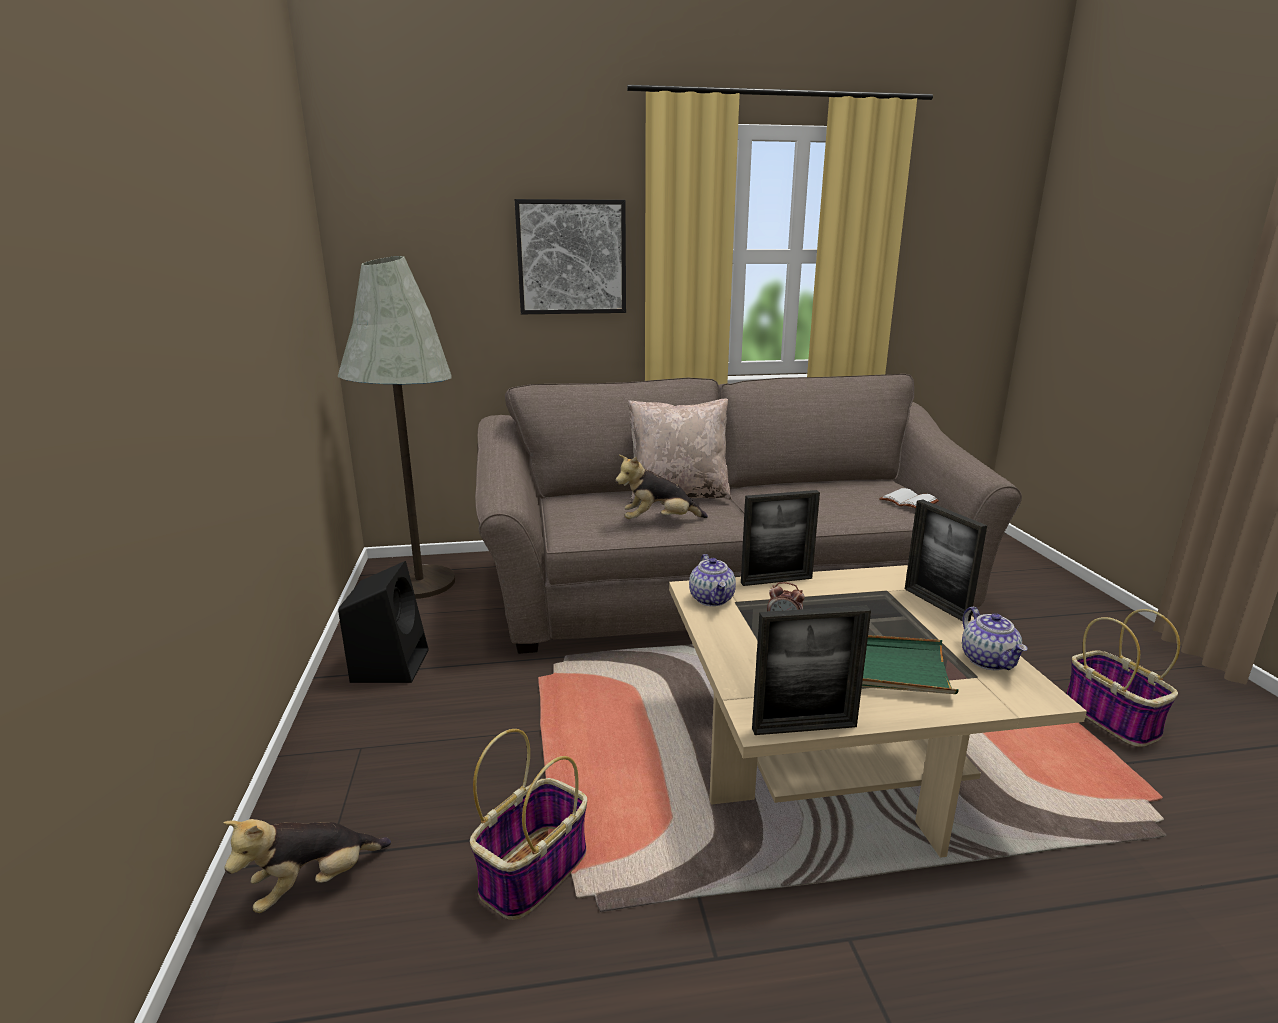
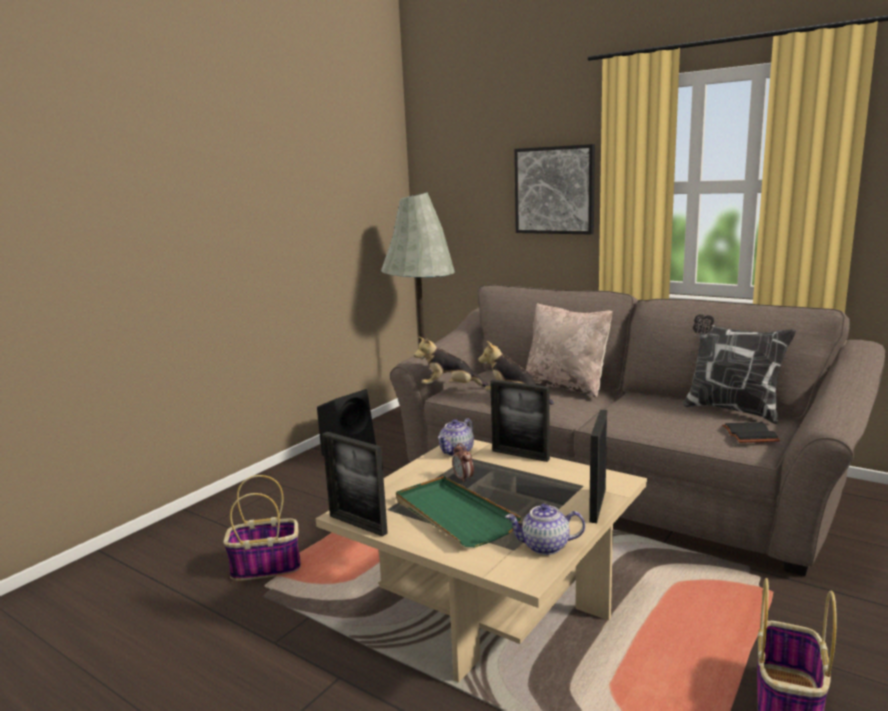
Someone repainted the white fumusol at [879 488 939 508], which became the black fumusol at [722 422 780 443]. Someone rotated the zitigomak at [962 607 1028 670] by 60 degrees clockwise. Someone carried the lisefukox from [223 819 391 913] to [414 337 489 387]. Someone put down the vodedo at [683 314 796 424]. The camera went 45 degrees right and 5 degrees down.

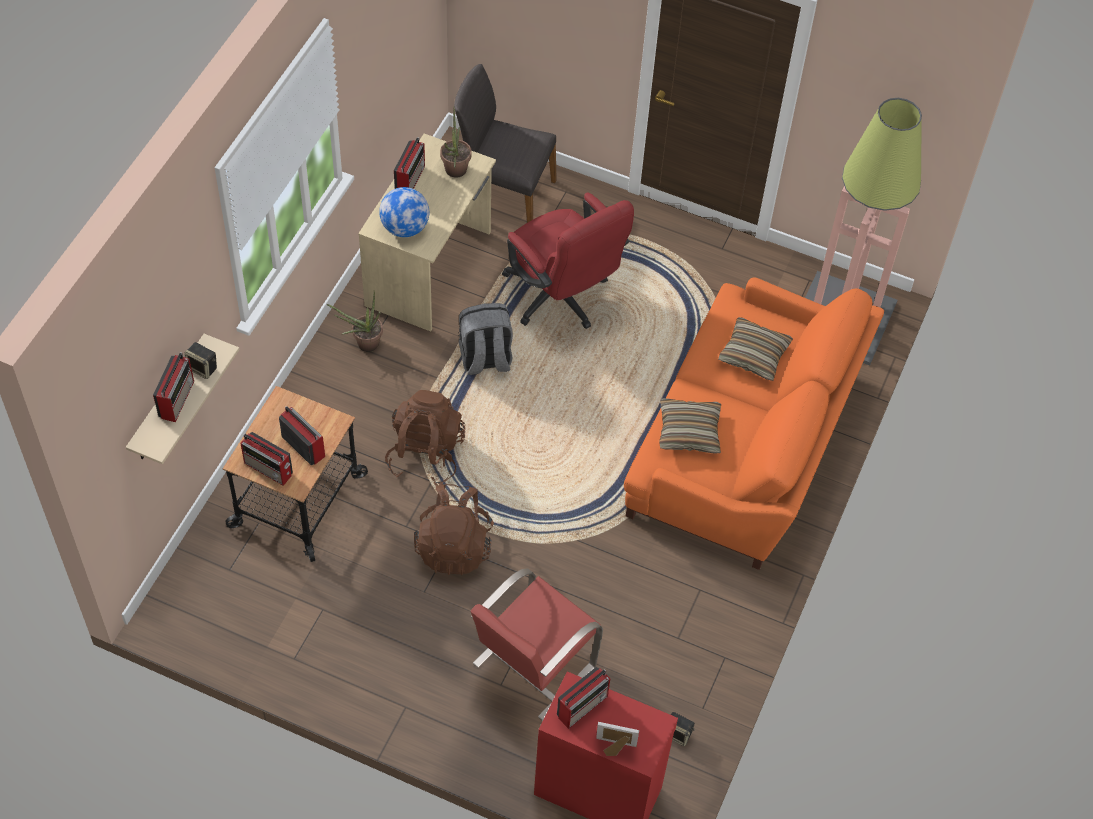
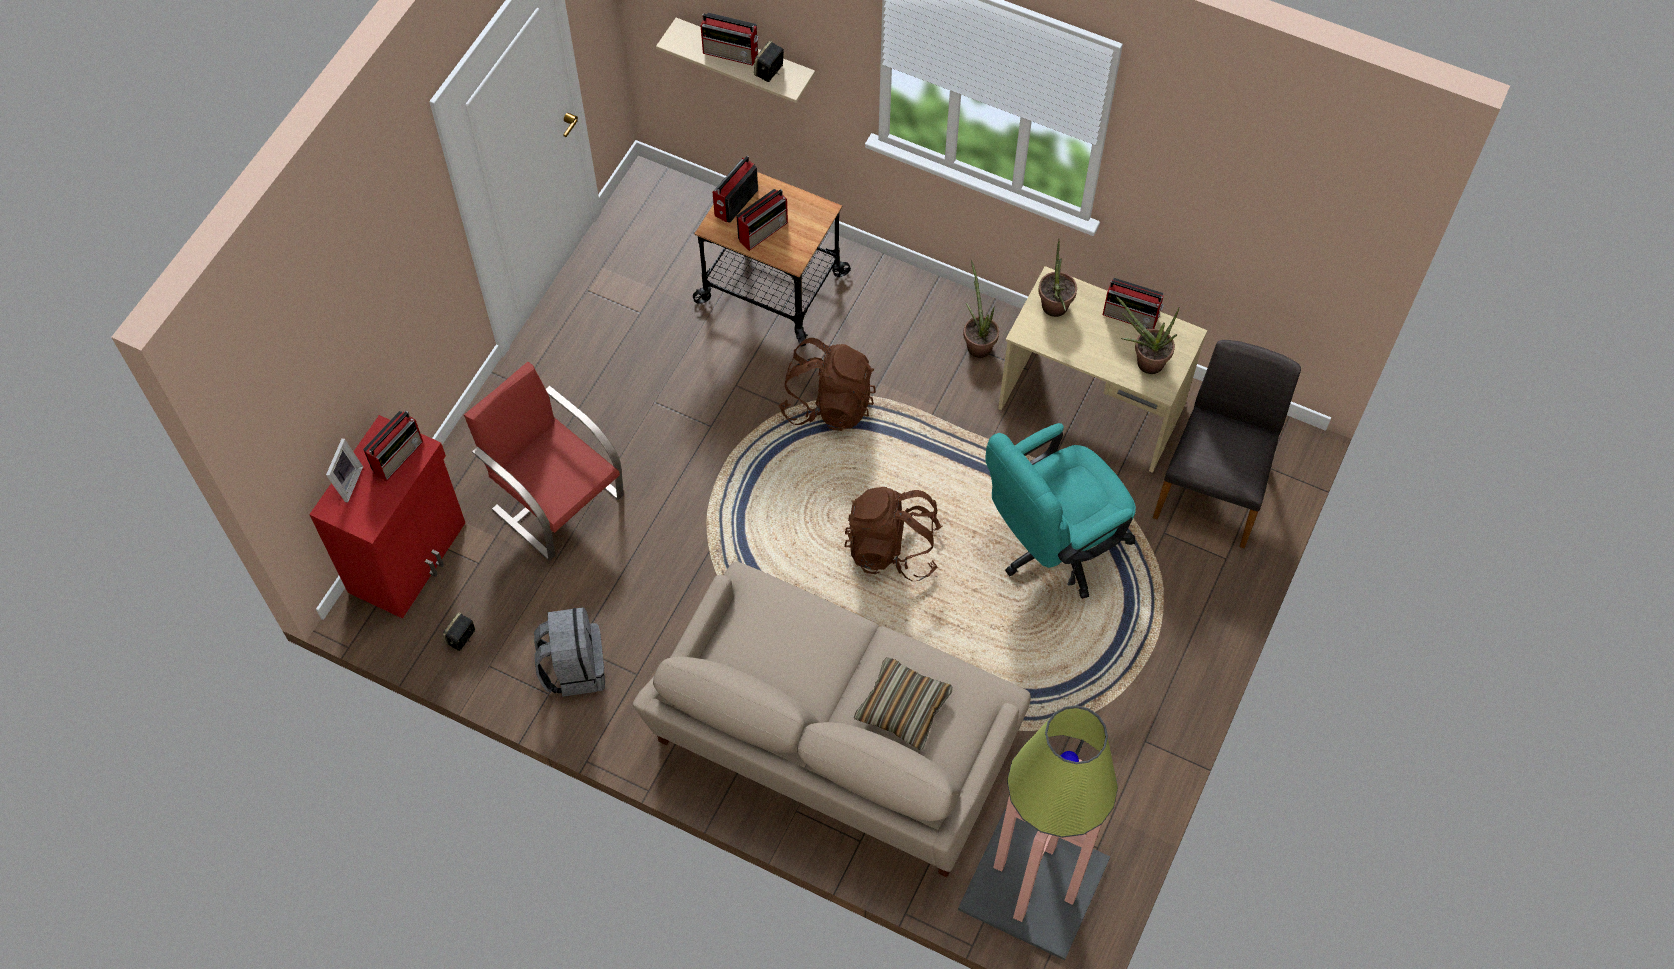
Someone swapped the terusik at [379 187 429 237] for the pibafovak at [1038 238 1077 317]. Someone repainted the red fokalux at [502 193 634 329], which became the turquoise fokalux at [985 423 1136 599]. Someone repainted the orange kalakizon at [624 277 884 570], which became the beige kalakizon at [633 561 1031 877]. Someone carried the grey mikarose from [458 303 513 375] to [534 608 605 697]. Someone took away the vodedo at [659 398 721 454]. Someone carried the brown mikarose from [414 482 494 575] to [844 487 943 581]. Someone rotated the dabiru at [557 667 610 729] by 105 degrees counterclockwise. The camera went 95 degrees right and 5 degrees up.

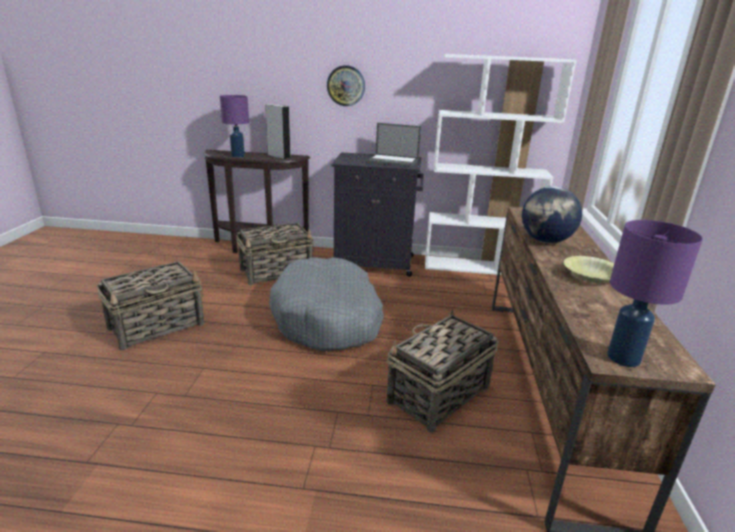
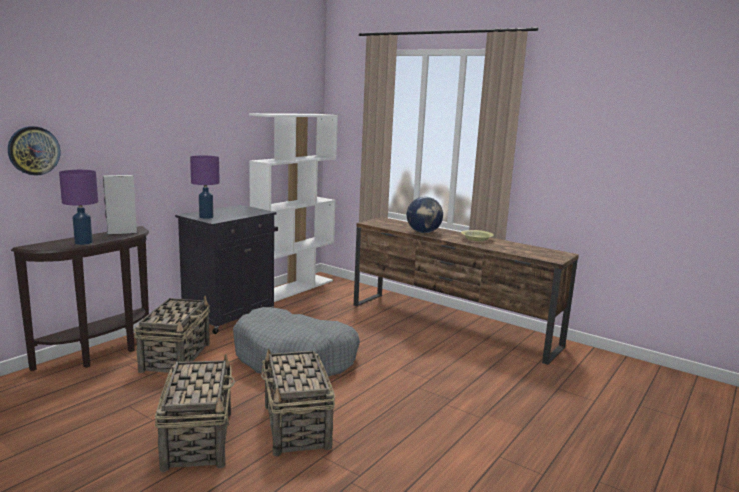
Someone carried the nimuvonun from [327 65 365 106] to [8 126 61 176]. Someone took away the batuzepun at [366 123 421 167]. Someone carried the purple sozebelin from [607 220 703 367] to [190 156 220 219]. Someone carried the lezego from [387 309 499 433] to [261 349 335 456]. The camera went 60 degrees left and 10 degrees down.

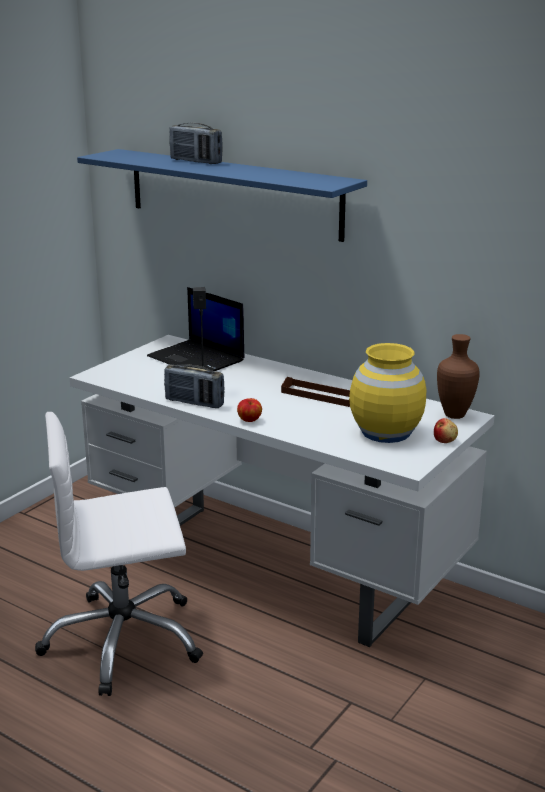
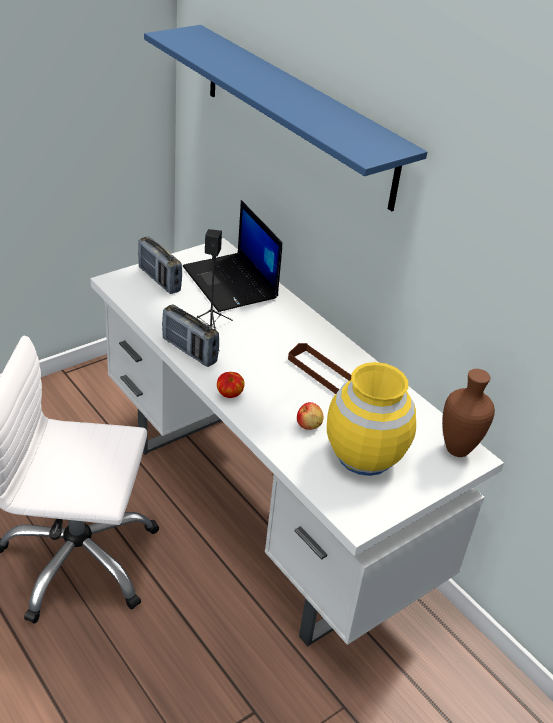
Someone carried the dabiru from [169 123 223 164] to [138 236 182 294]. Someone carried the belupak from [434 418 458 443] to [297 402 323 430]. The camera went 15 degrees right and 15 degrees up.

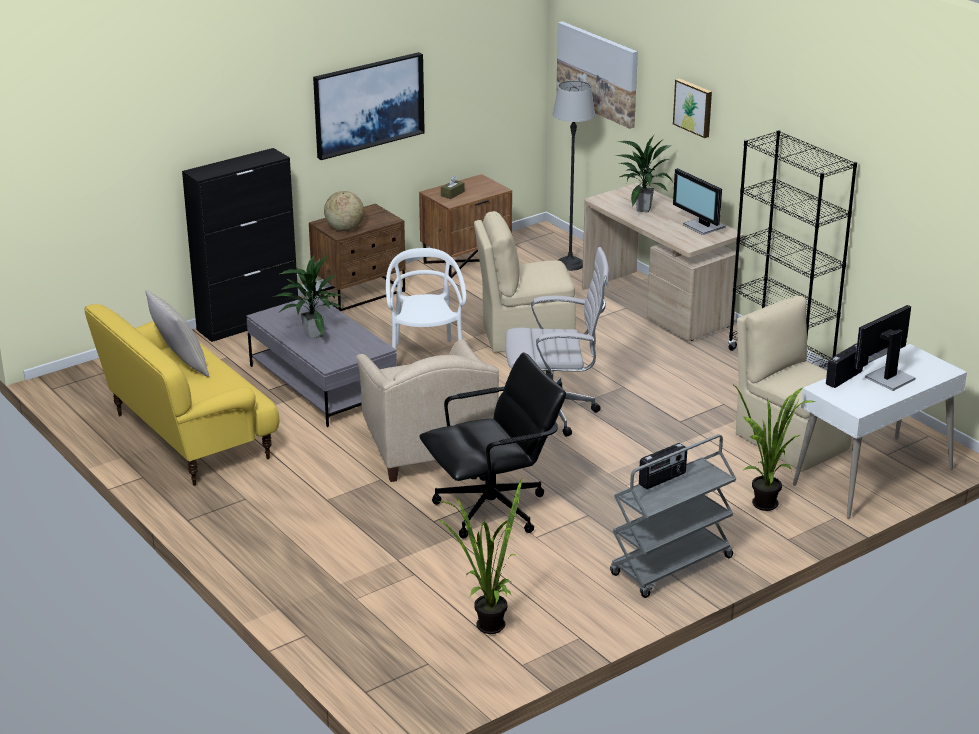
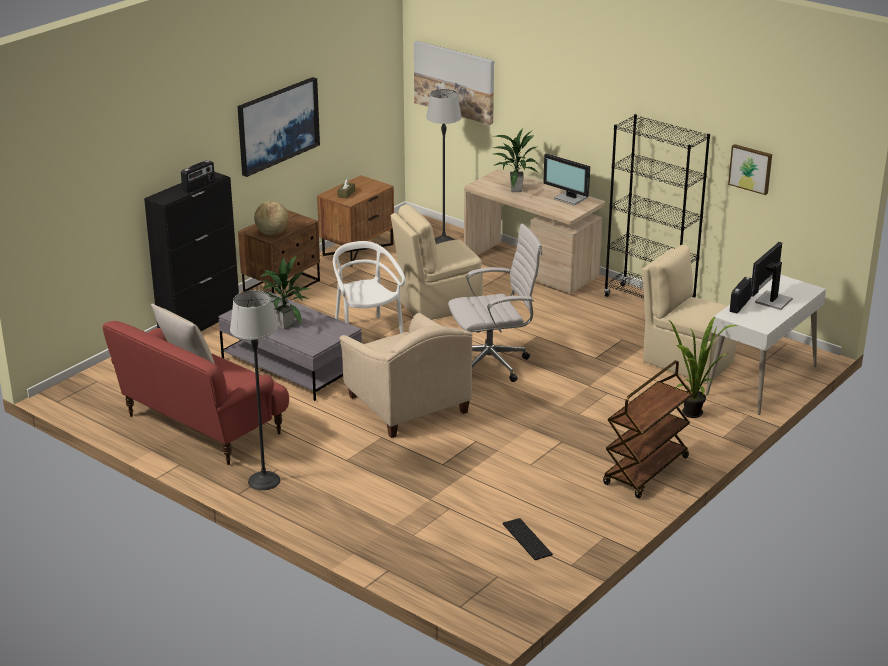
Someone carried the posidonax from [673 79 712 138] to [728 144 772 195]. Someone repainted the yellow kalakizon at [85 304 280 486], which became the red kalakizon at [103 321 289 465]. Someone took away the black fokalux at [419 352 566 539]. Someone repainted the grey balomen at [610 434 736 598], which became the brown balomen at [603 360 692 499]. Someone carried the dabiru from [639 443 687 489] to [181 160 215 193]. Someone swapped the pibafovak at [437 478 522 634] for the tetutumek at [503 518 553 560]. Someone put down the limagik at [230 291 280 490]. The camera went 15 degrees left and 0 degrees up.

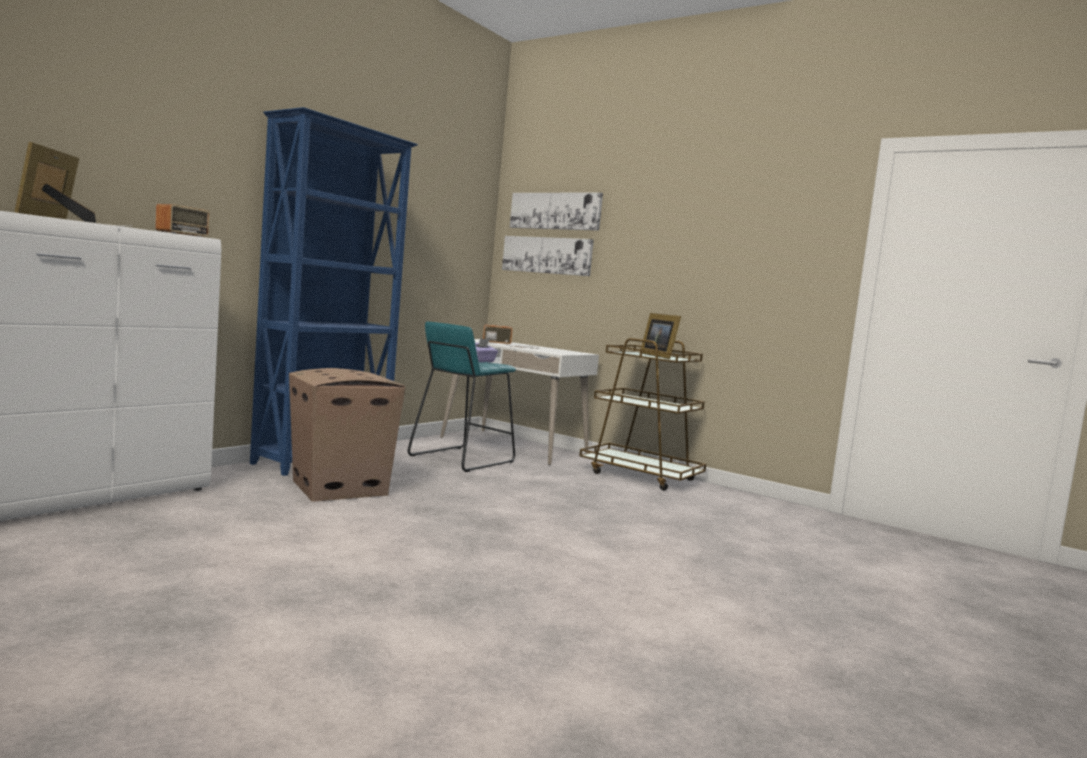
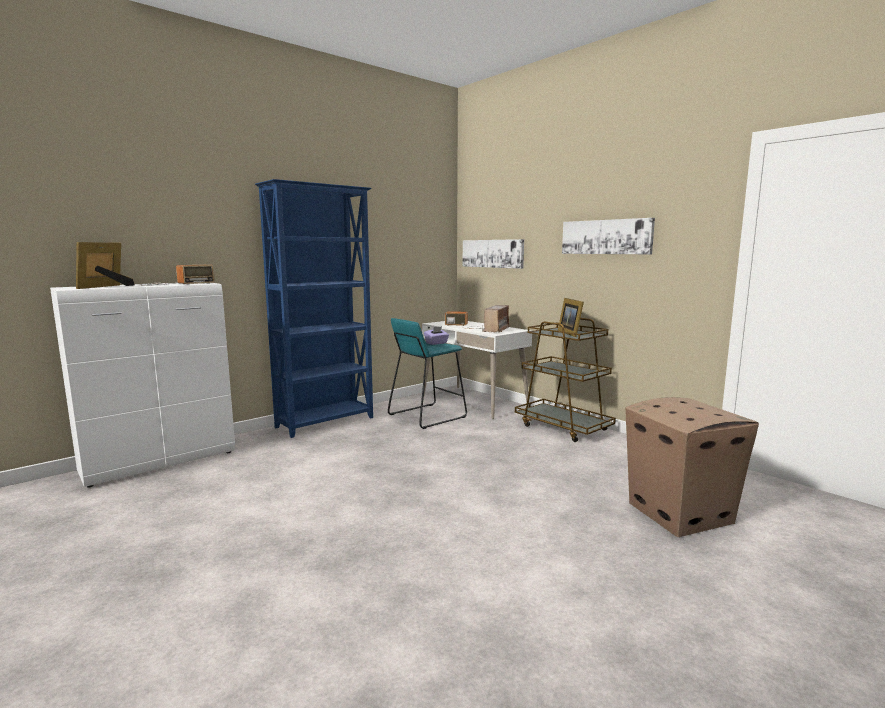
Someone carried the posidonax from [510 192 603 231] to [562 218 655 254]. Someone carried the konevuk from [289 368 405 502] to [625 397 759 537]. Someone put down the dabiru at [482 305 511 332]. The camera went 15 degrees right and 5 degrees up.

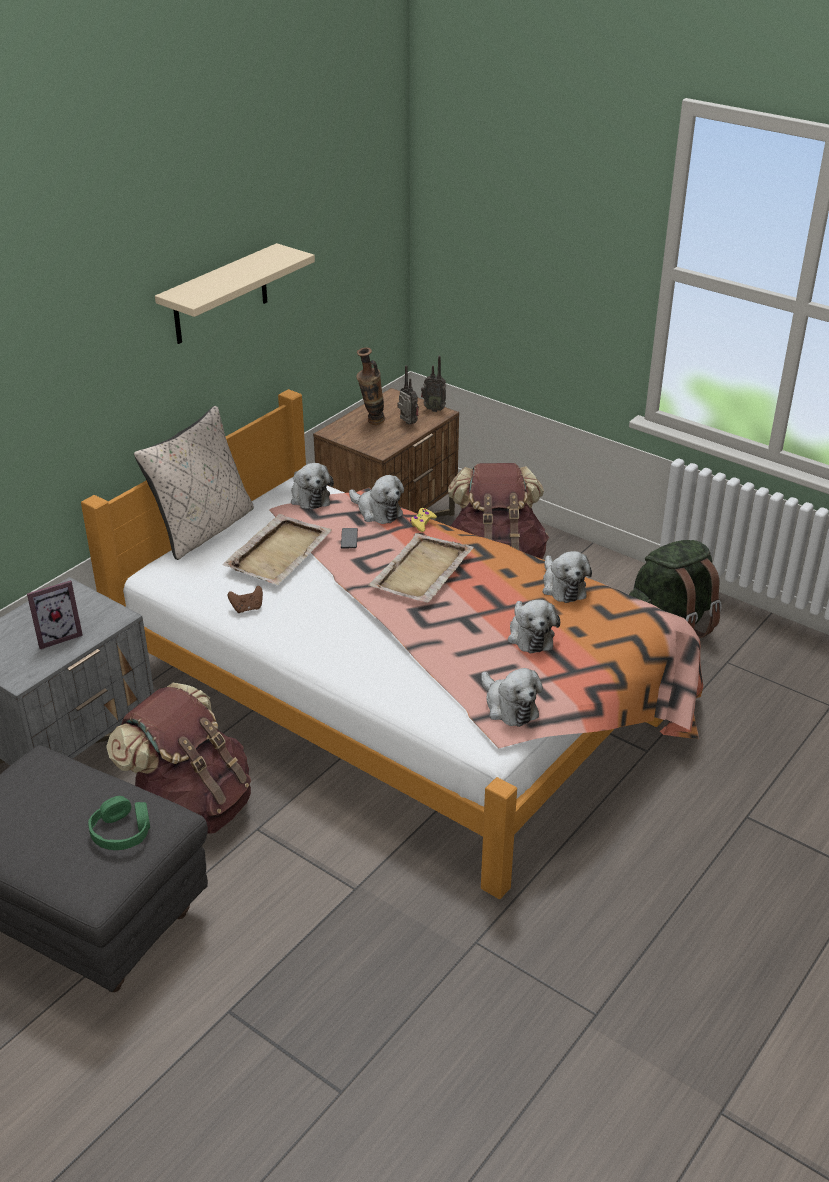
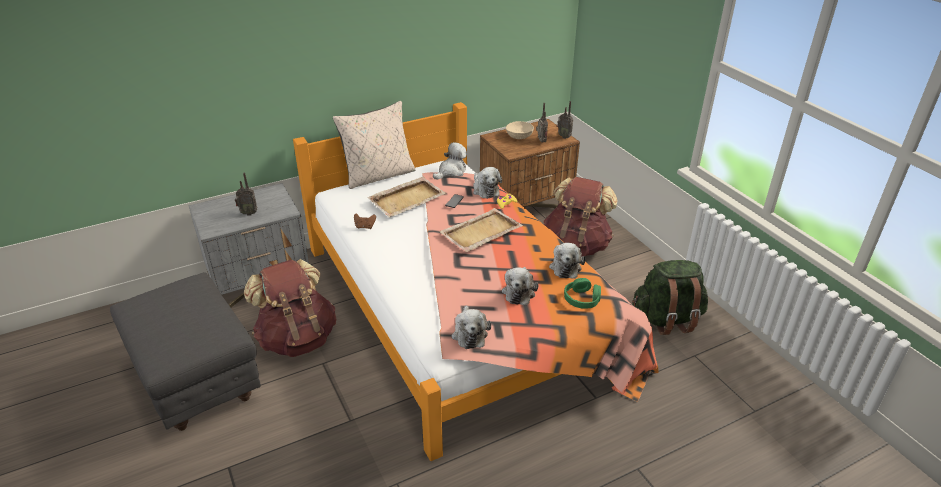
Someone took away the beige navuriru at [155 243 315 344]. Someone swapped the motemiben at [356 347 385 425] for the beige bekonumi at [506 121 534 139]. Someone rotated the lisefukox at [291 463 334 509] by 135 degrees counterclockwise. Someone swapped the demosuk at [27 580 83 649] for the dabiru at [235 172 258 216]. Someone carried the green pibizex from [88 796 150 850] to [564 278 601 309]. The camera went 25 degrees right and 0 degrees up.

